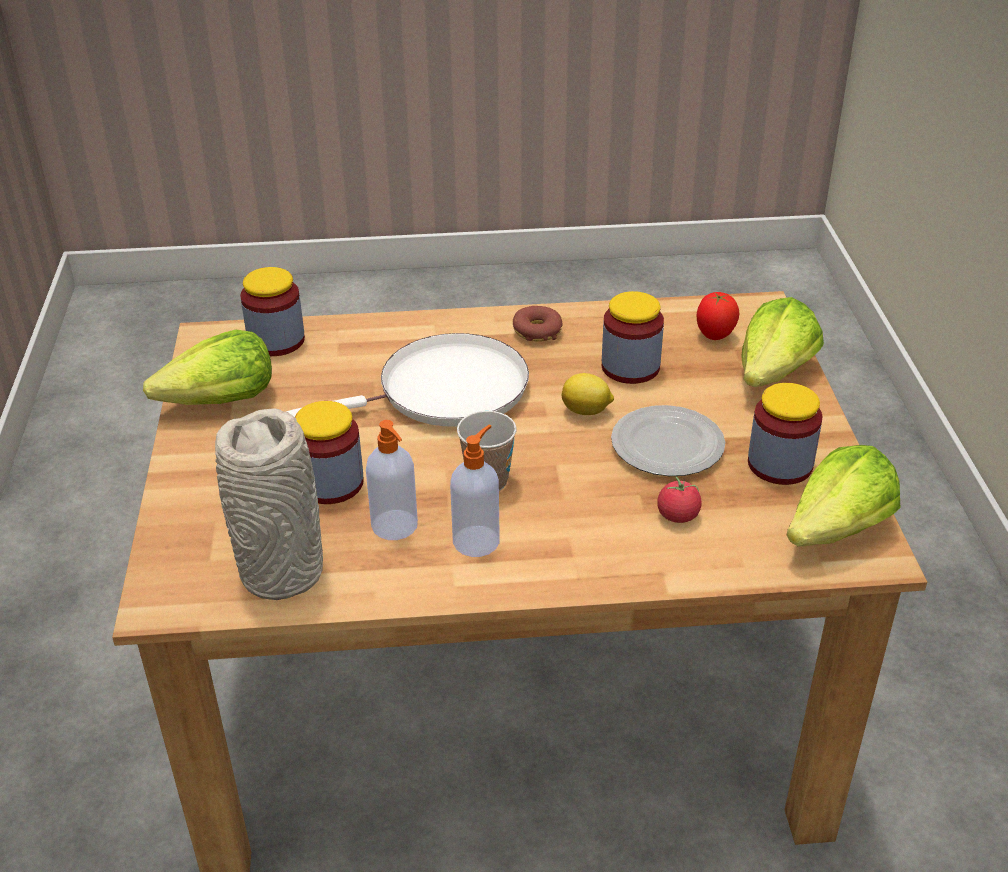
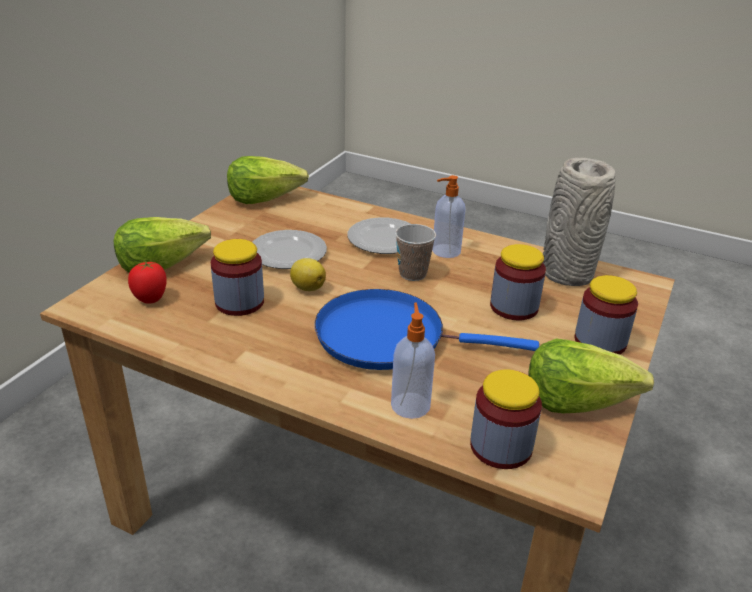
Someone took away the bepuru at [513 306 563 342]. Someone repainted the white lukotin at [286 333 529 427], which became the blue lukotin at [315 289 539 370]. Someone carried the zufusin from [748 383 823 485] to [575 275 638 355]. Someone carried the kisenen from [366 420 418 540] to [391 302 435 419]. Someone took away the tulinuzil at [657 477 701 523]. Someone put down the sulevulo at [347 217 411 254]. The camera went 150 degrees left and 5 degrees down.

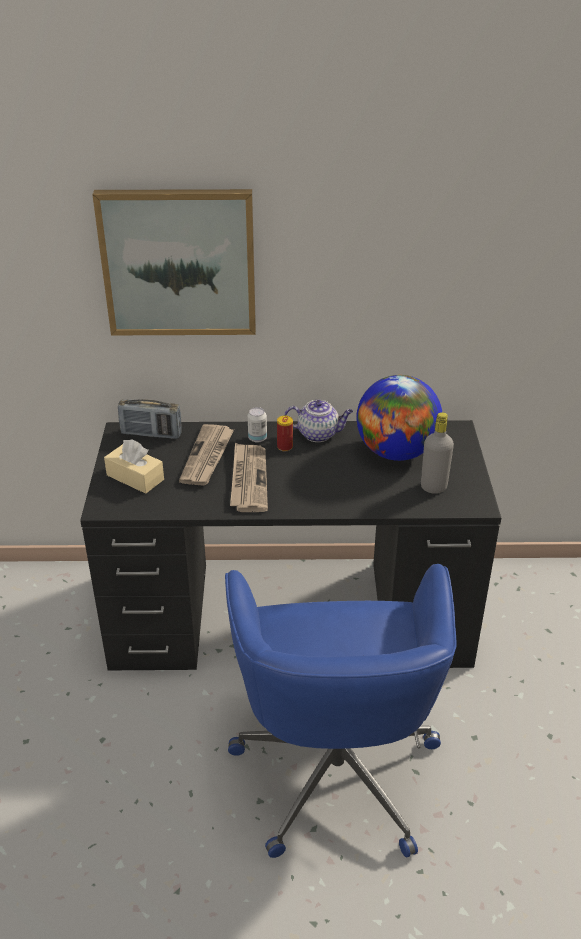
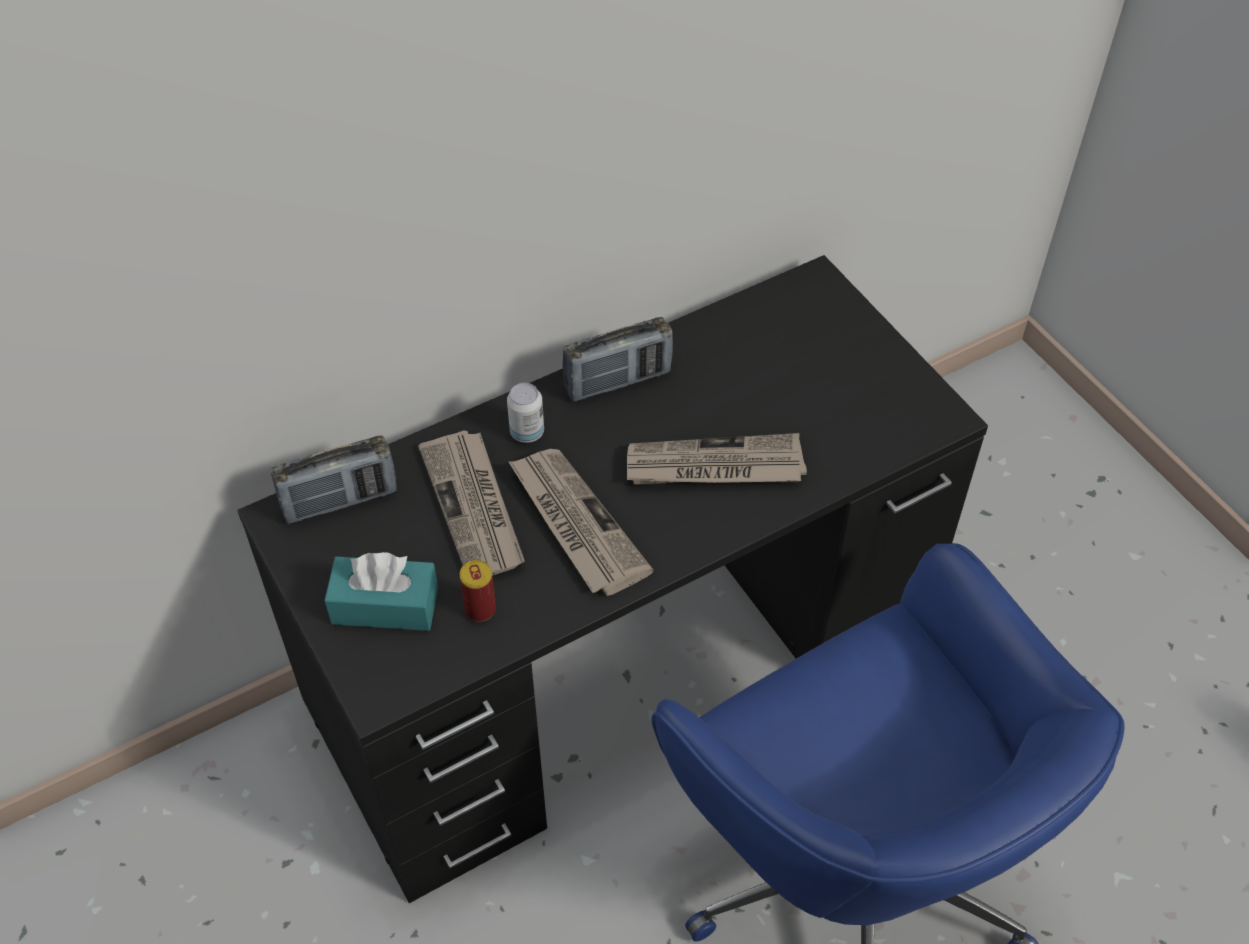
Someone took away the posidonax at [92 189 256 335]. Someone took away the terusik at [356 375 442 461]. Someone swapped the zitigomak at [284 400 353 442] for the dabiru at [562 317 673 402]. Someone took away the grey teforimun at [421 412 454 494]. Someone carried the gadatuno from [277 416 293 451] to [460 560 496 622]. Someone repainted the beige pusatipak at [104 439 164 494], which became the turquoise pusatipak at [324 552 438 631]. Someone put down the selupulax at [627 433 807 485]. The camera went 30 degrees left and 15 degrees up.

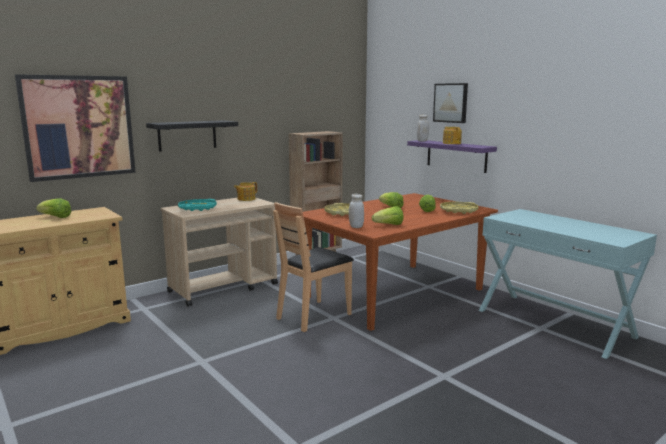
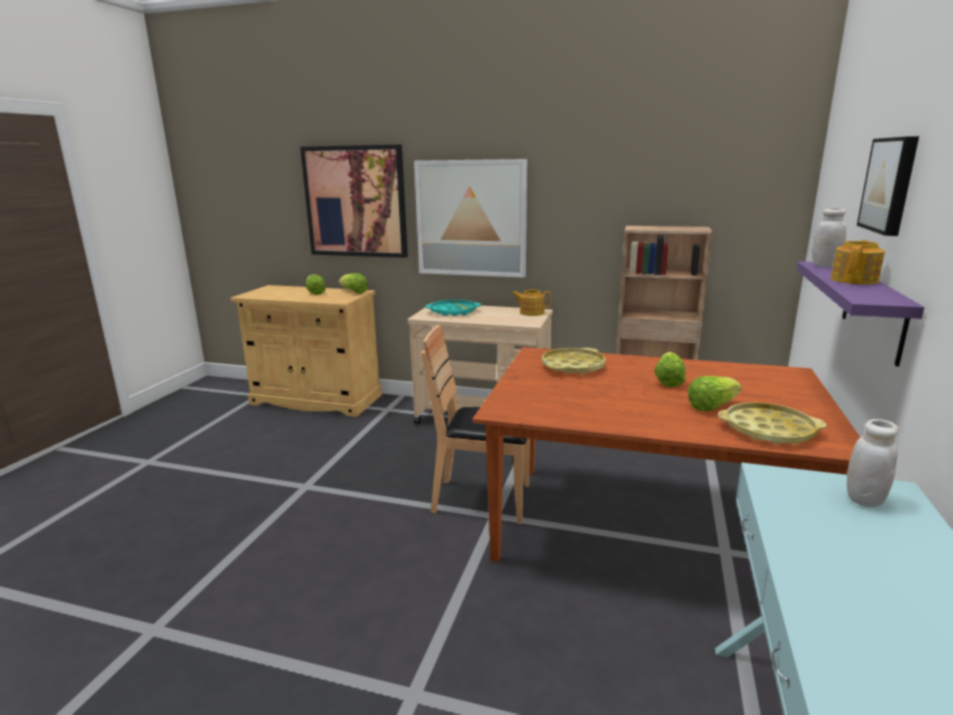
Someone swapped the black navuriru at [146 120 238 152] for the posidonax at [414 159 527 278]. Someone carried the white zufusin from [349 194 364 228] to [847 419 899 507]. Someone carried the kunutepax from [372 206 403 225] to [339 273 368 293]. The camera went 55 degrees right and 5 degrees up.

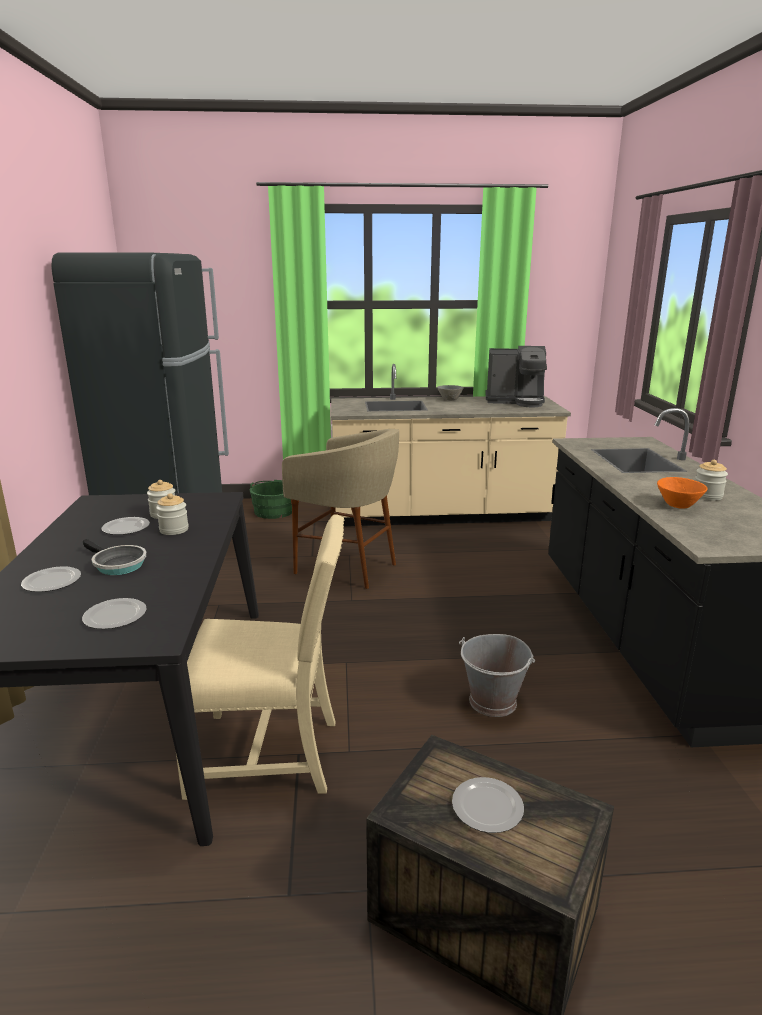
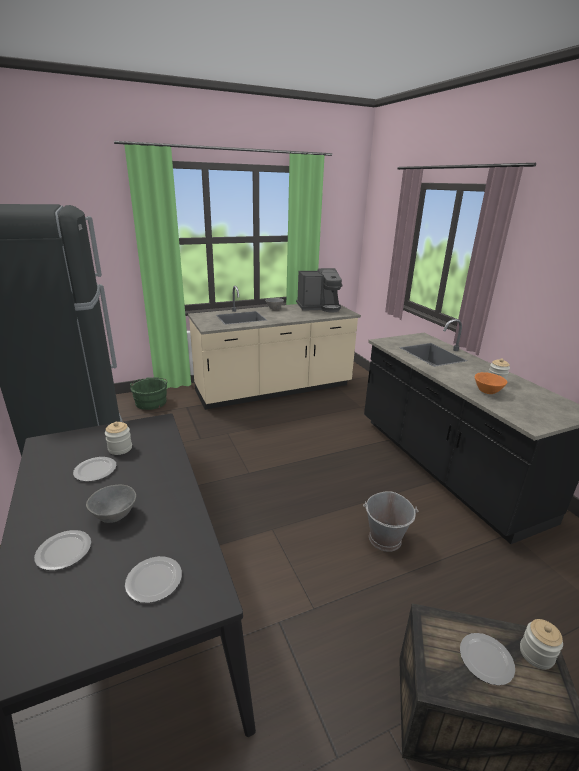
Someone took away the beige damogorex at [282 429 399 589]. Someone carried the zufusin from [156 493 189 535] to [520 619 563 670]. Someone took away the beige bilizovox at [176 514 344 800]. Someone swapped the lukotin at [82 539 147 575] for the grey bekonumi at [86 485 136 523]. The camera went 20 degrees left and 5 degrees up.

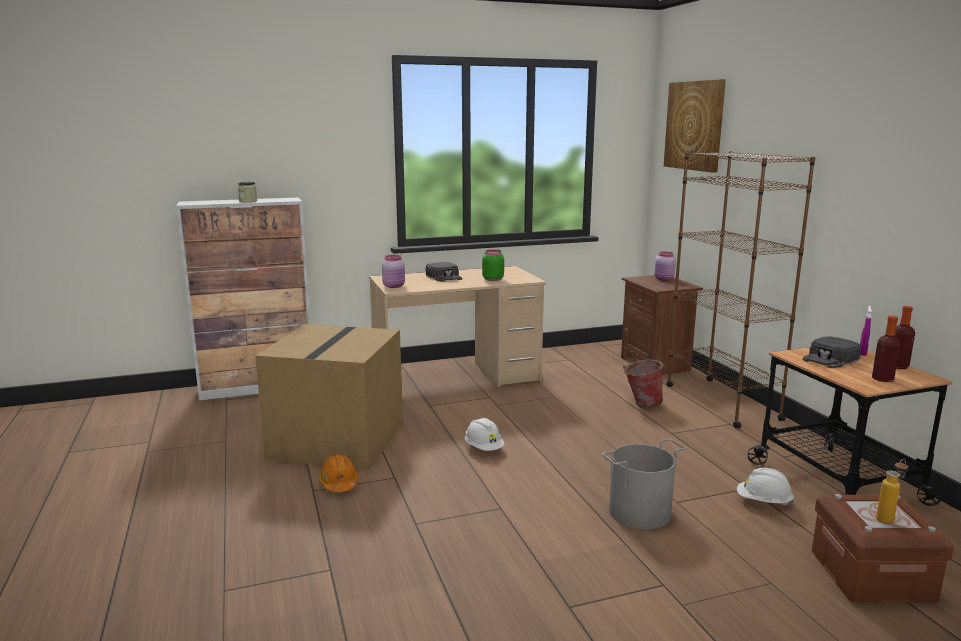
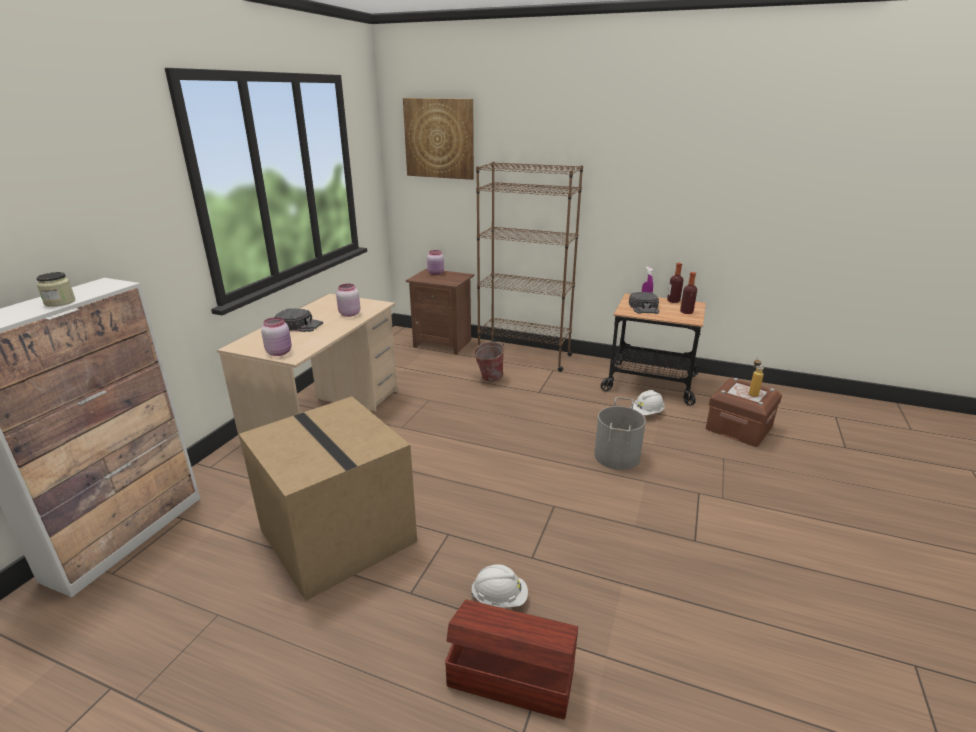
Someone repainted the green zufusin at [482 249 504 281], which became the pink zufusin at [336 284 360 317]. Someone carried the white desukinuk from [465 418 505 451] to [471 564 528 607]. Someone took away the orange desukinuk at [319 454 359 492]. Someone put down the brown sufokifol at [445 600 578 720]. The camera went 50 degrees left and 10 degrees up.

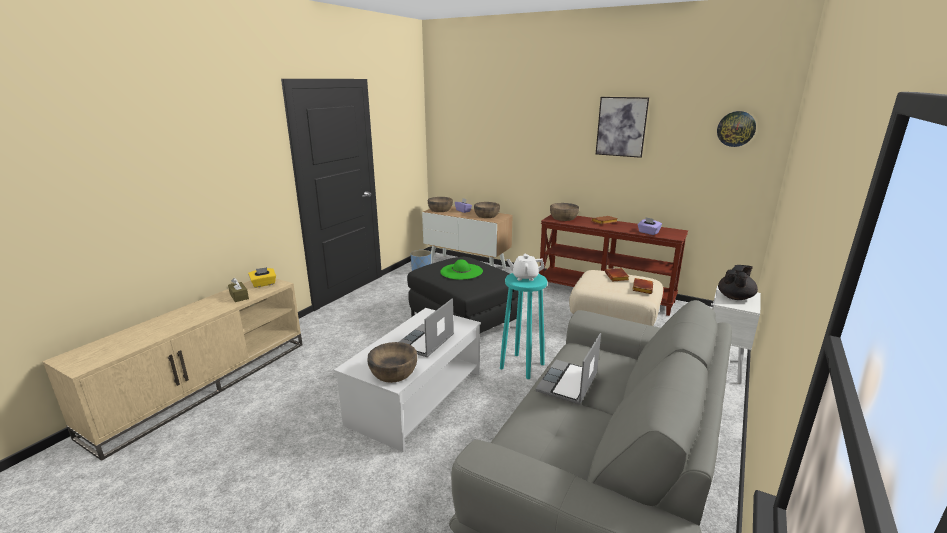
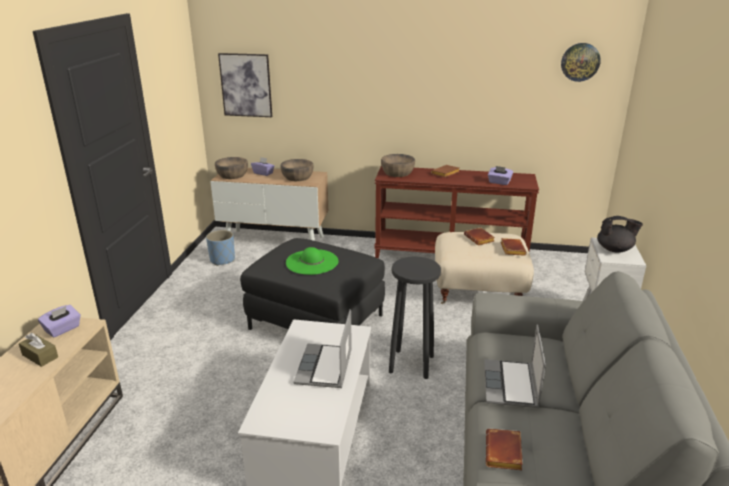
Someone carried the posidonax from [596 97 649 158] to [218 53 272 117]. Someone took away the white zitigomak at [507 253 545 281]. Someone rotated the black zitigomak at [718 265 758 300] by 75 degrees clockwise. Someone repainted the yellow pusatipak at [248 267 276 288], which became the purple pusatipak at [38 305 81 338]. Someone repainted the turquoise damogorex at [500 273 547 379], which became the black damogorex at [389 256 441 379]. Someone took away the brown bekonumi at [368 342 417 383]. Someone put down the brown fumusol at [486 428 523 470]. The camera went 20 degrees left and 5 degrees up.

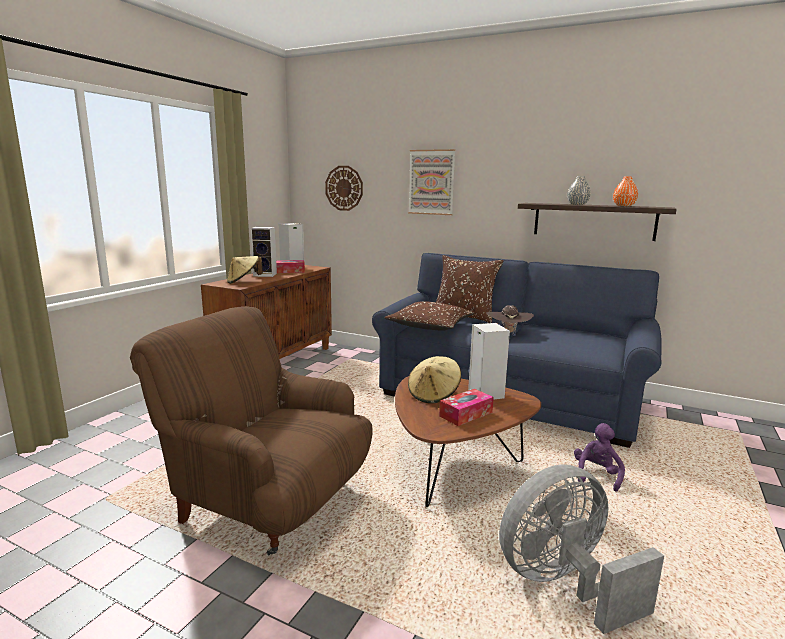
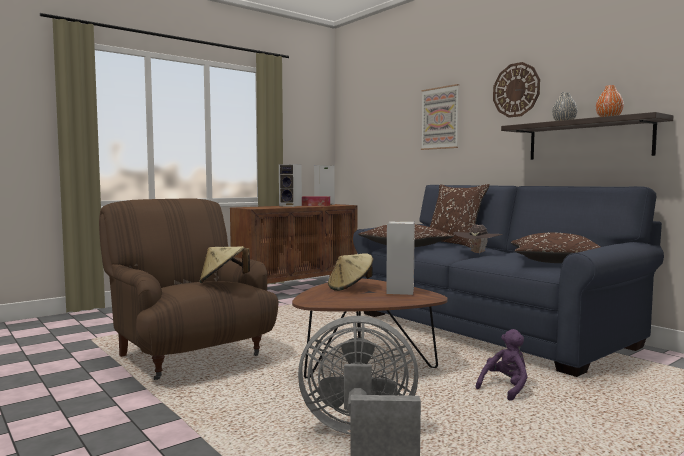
Someone carried the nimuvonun from [325 166 363 211] to [493 62 540 118]. Someone carried the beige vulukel from [227 256 263 284] to [199 246 250 283]. Someone took away the pusatipak at [439 389 494 426]. Someone put down the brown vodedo at [511 233 600 263]. The camera went 25 degrees right and 10 degrees down.

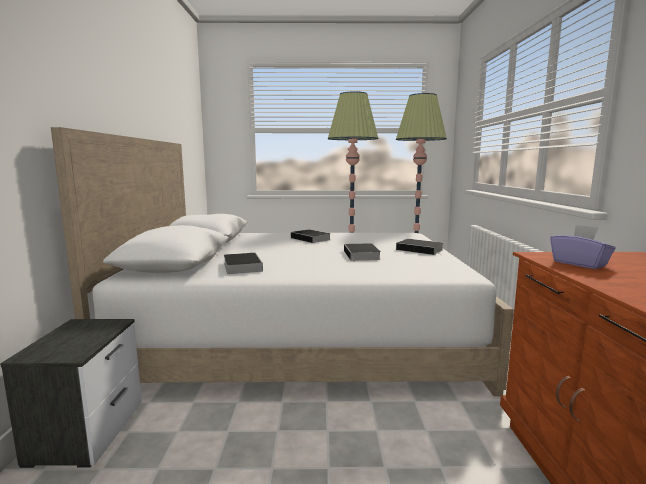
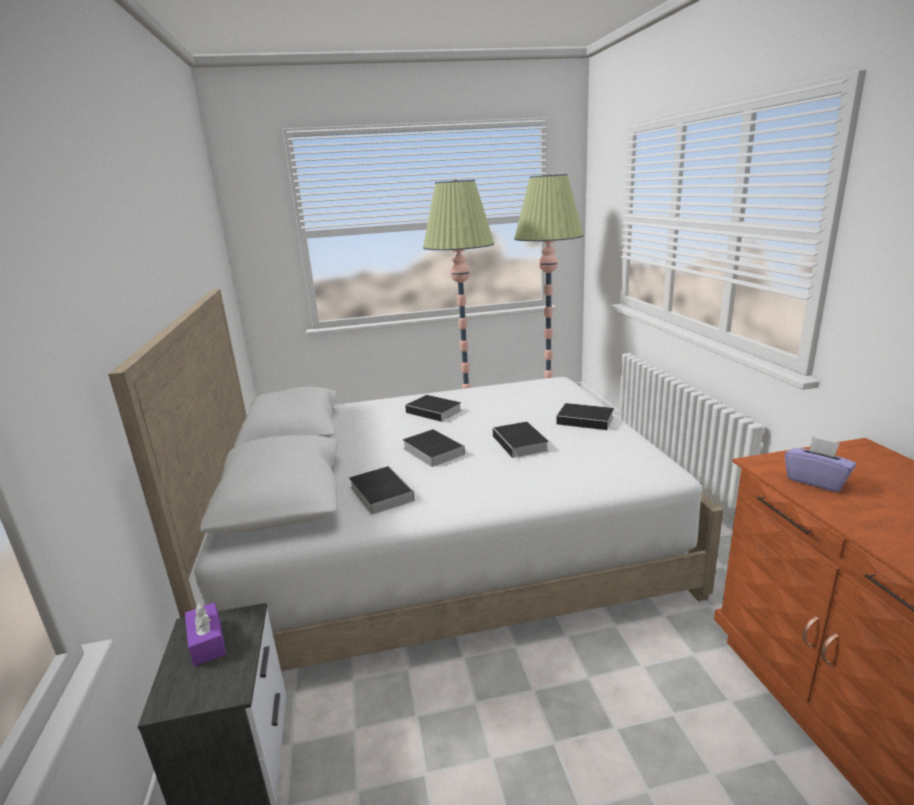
Someone put down the fumusol at [403 429 465 467]. Someone put down the purple pusatipak at [185 601 226 666]. The camera went 10 degrees left and 10 degrees up.

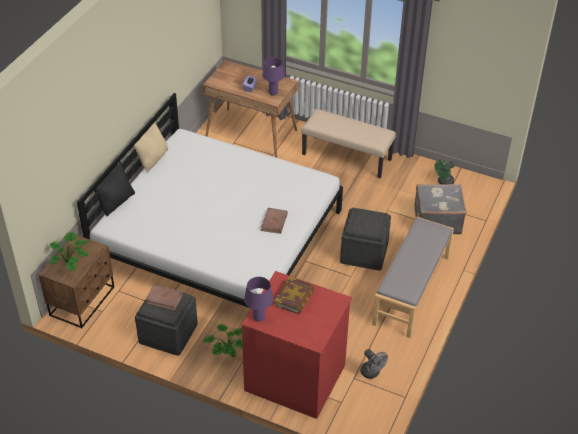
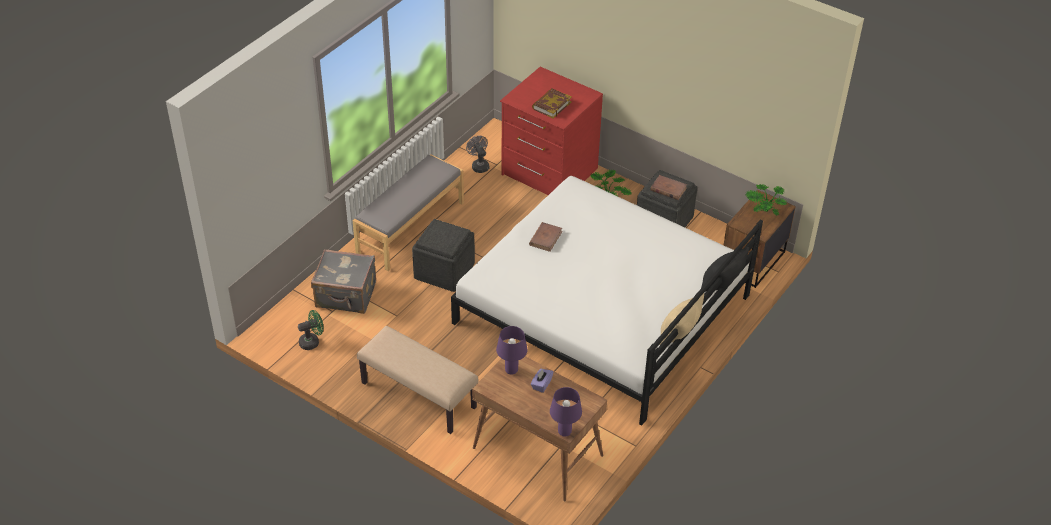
Someone carried the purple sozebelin from [244 277 274 322] to [550 387 582 437]. The camera went 170 degrees left and 0 degrees up.

